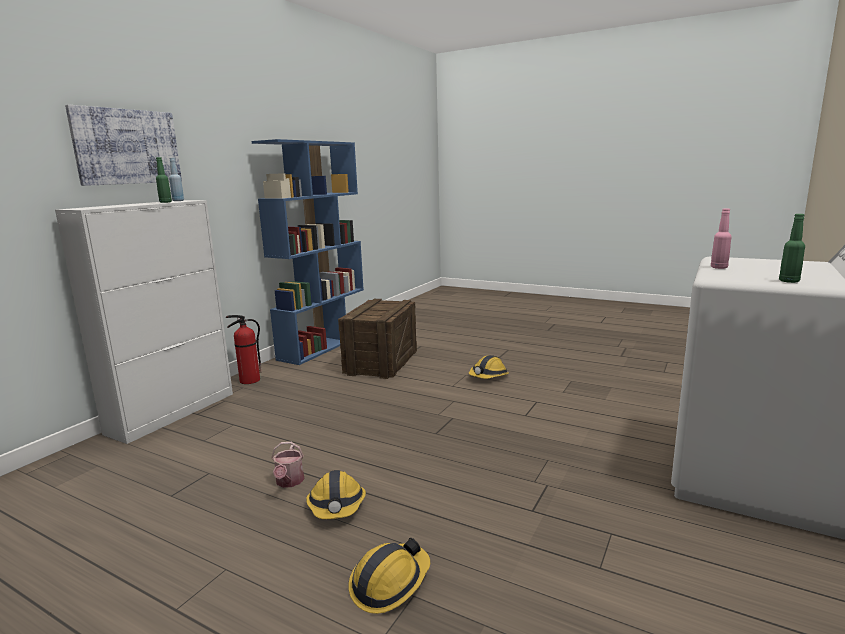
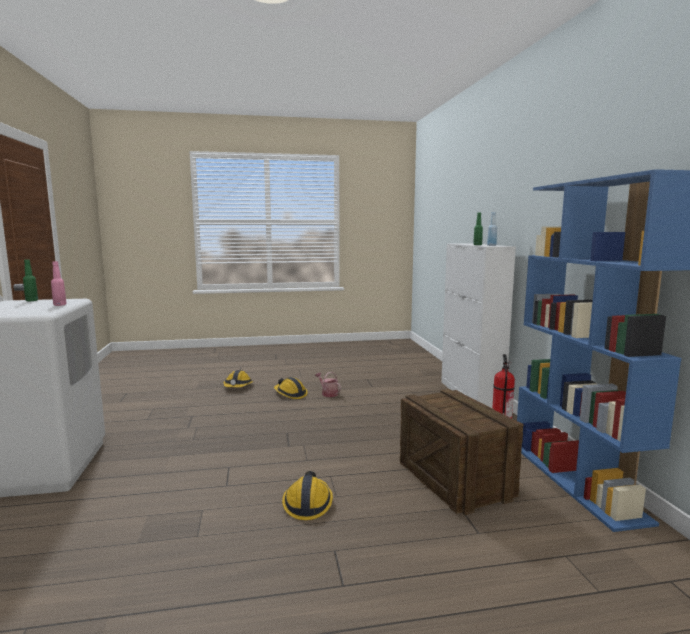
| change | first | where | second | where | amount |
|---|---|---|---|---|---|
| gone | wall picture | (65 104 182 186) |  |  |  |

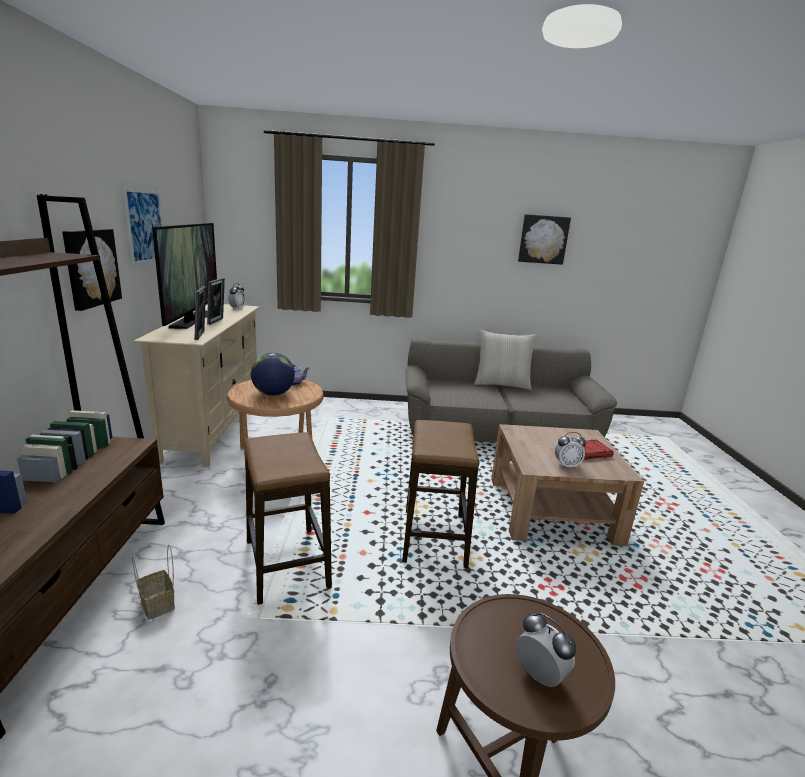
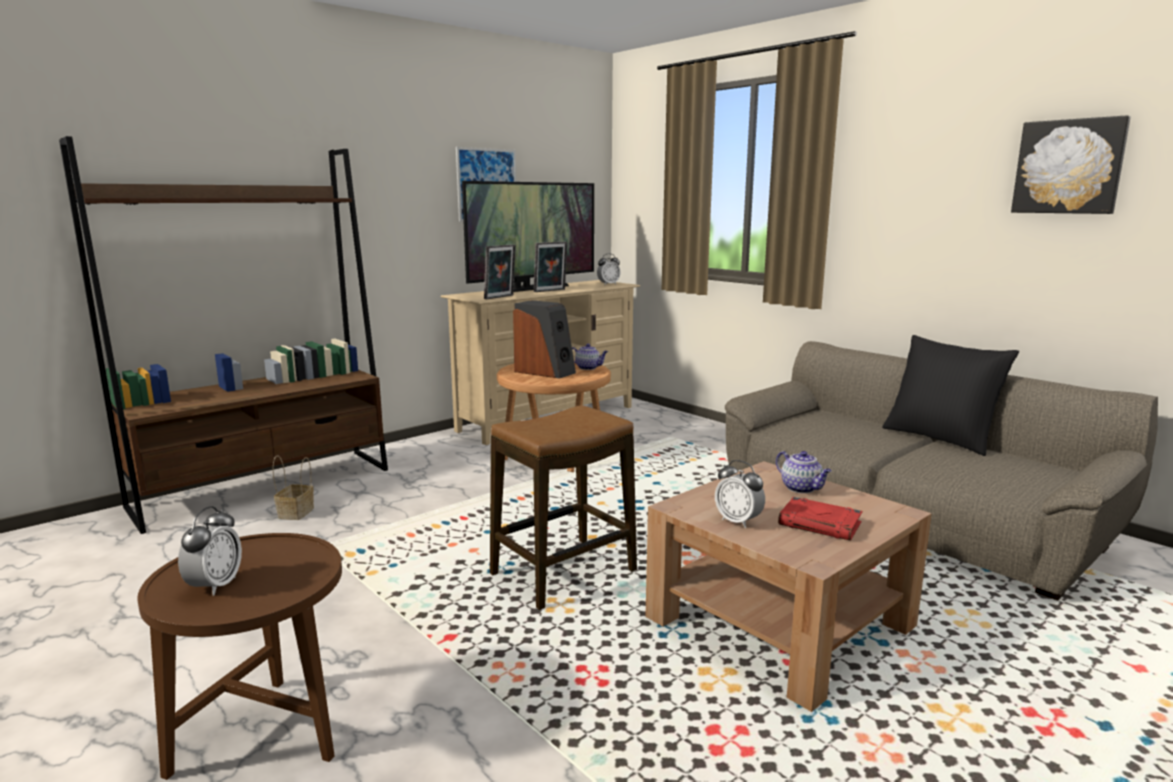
| change | first | where | second | where | amount |
|---|---|---|---|---|---|
| gone | wall picture | (62 229 122 311) |  |  |  |
| gone | sitting stool | (244 432 332 605) |  |  |  |
| new |  |  | teapot | (776 451 831 493) |  |
| swapped | world globe | (251 353 295 396) | speaker | (513 300 576 379) |  |
| repainted | cushion in beige-coloured | (474 330 536 390) | cushion in blackish | (882 335 1019 456) |  |

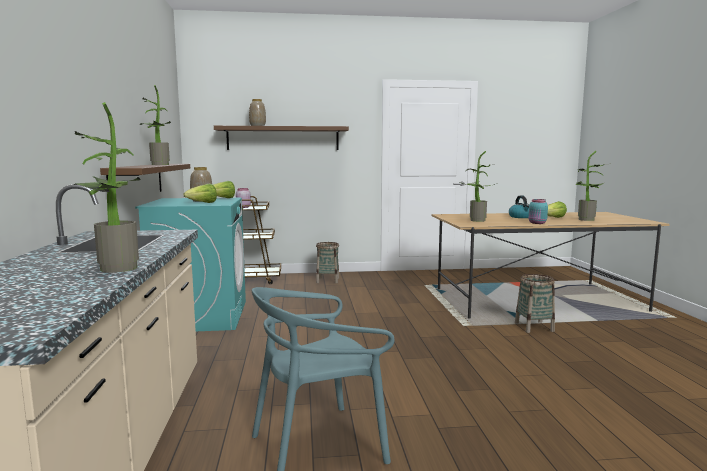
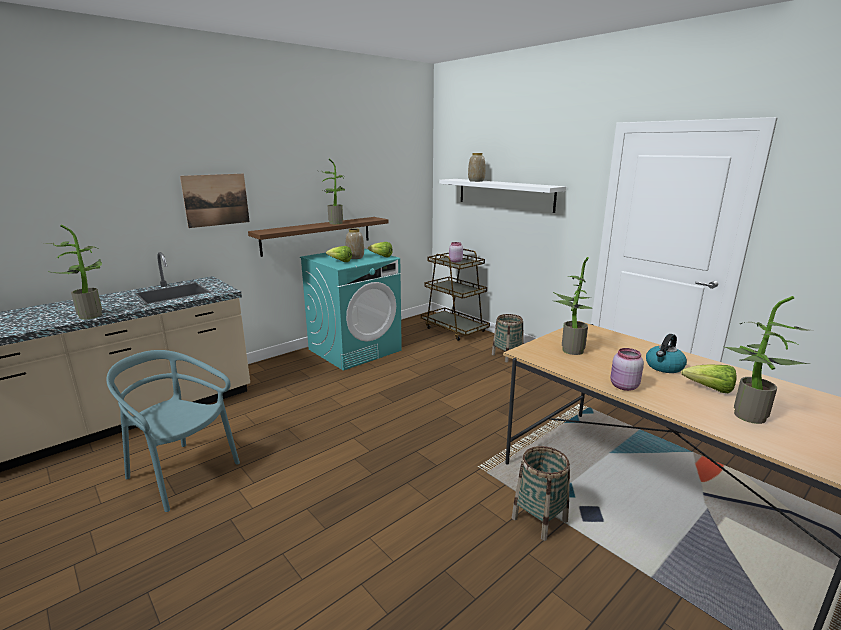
| change | first | where | second | where | amount |
|---|---|---|---|---|---|
| new |  |  | wall picture | (180 174 250 228) |  |
| repainted | bracket shelf in brownish | (214 126 349 150) | bracket shelf in white-coloured | (439 179 566 213) |  |
| repainted | storage jar in turquoise | (528 199 548 224) | storage jar in pink-coloured | (610 348 644 391) |  |

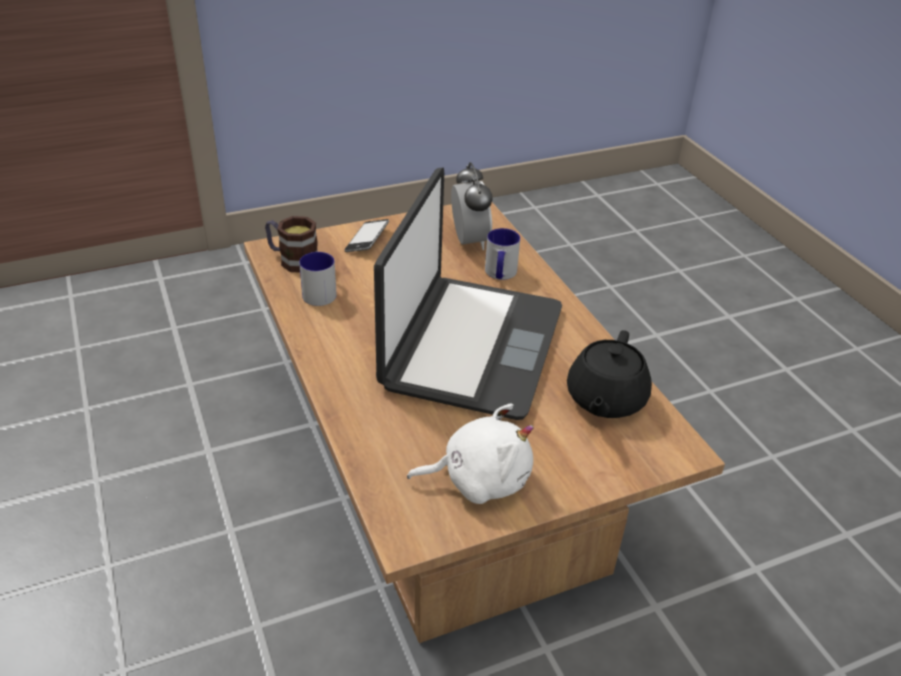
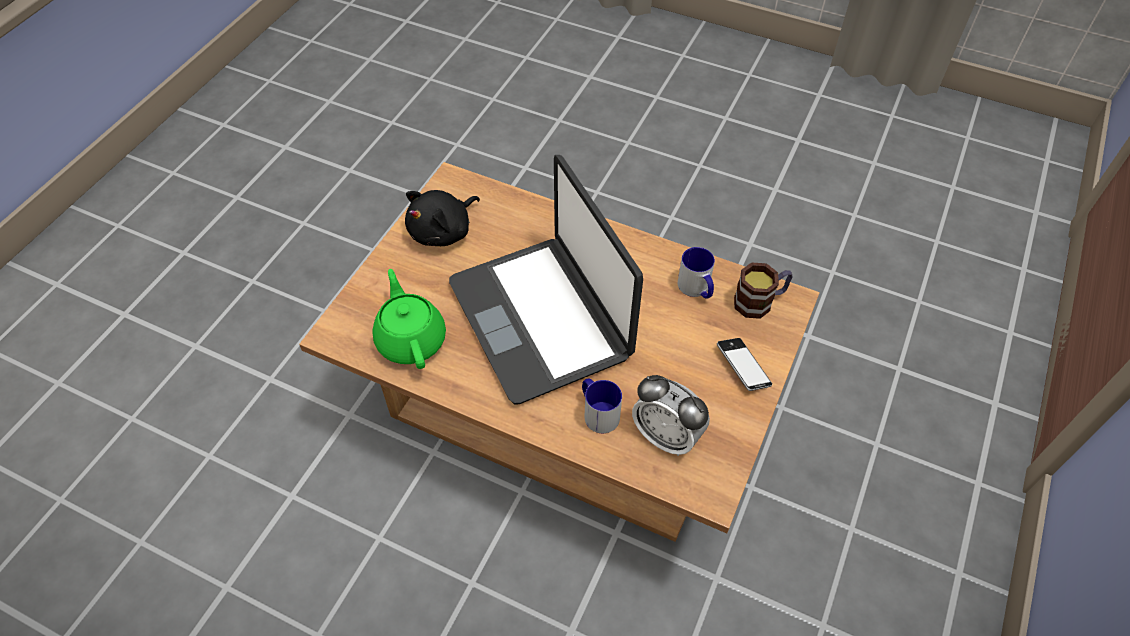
| change | first | where | second | where | amount |
|---|---|---|---|---|---|
| repainted | plush toy in white-coloured | (407 404 534 504) | plush toy in blackish | (405 190 480 246) |  |
| repainted | teapot in blackish | (567 330 652 418) | teapot in green-coloured | (372 269 446 369) |  |

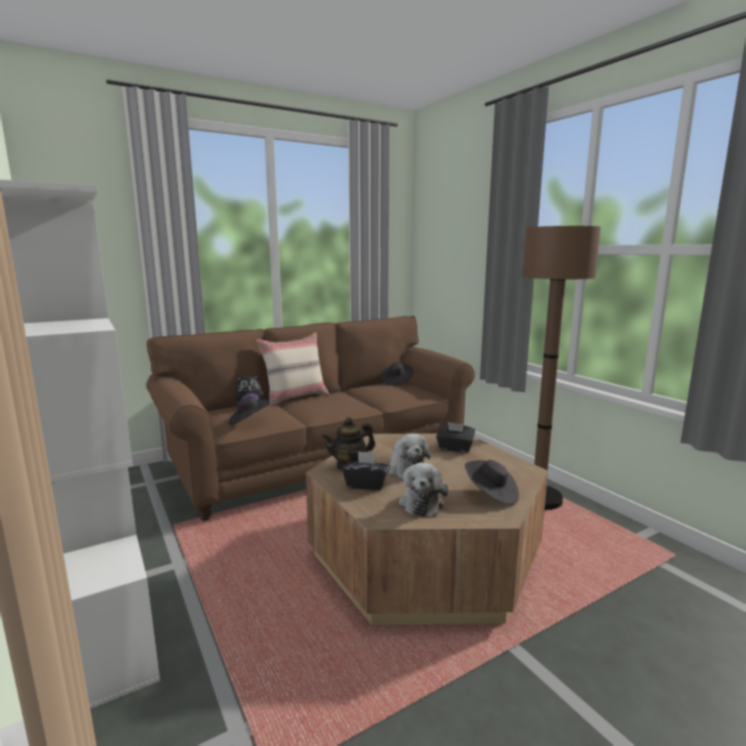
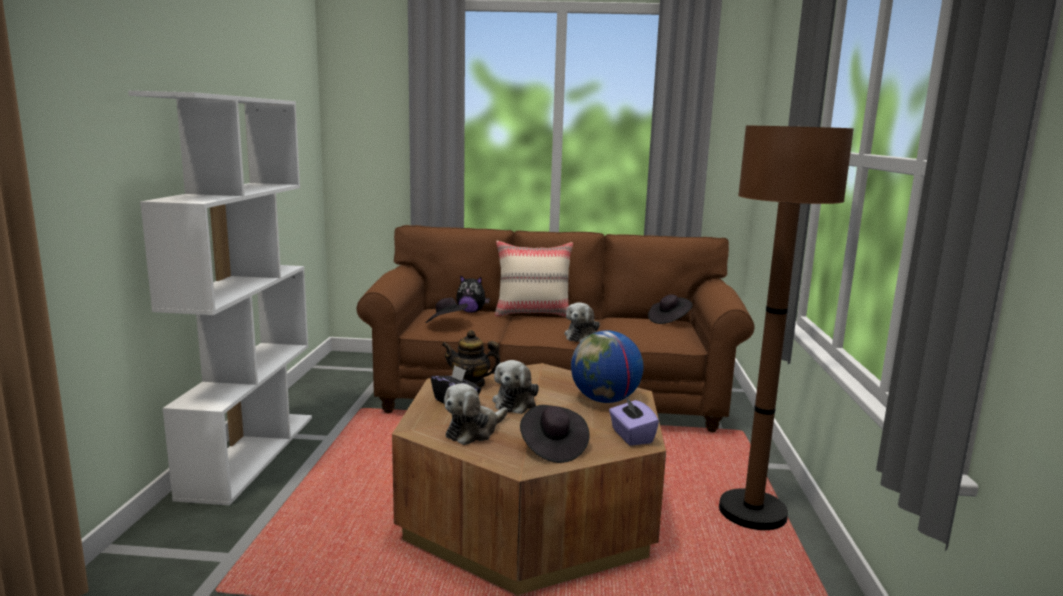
| change | first | where | second | where | amount |
|---|---|---|---|---|---|
| new |  |  | plush toy | (564 302 600 342) |  |
| new |  |  | box of tissues in purplish | (609 395 659 446) |  |
| swapped | box of tissues in blackish | (436 422 476 453) | world globe | (571 330 643 403) |  |

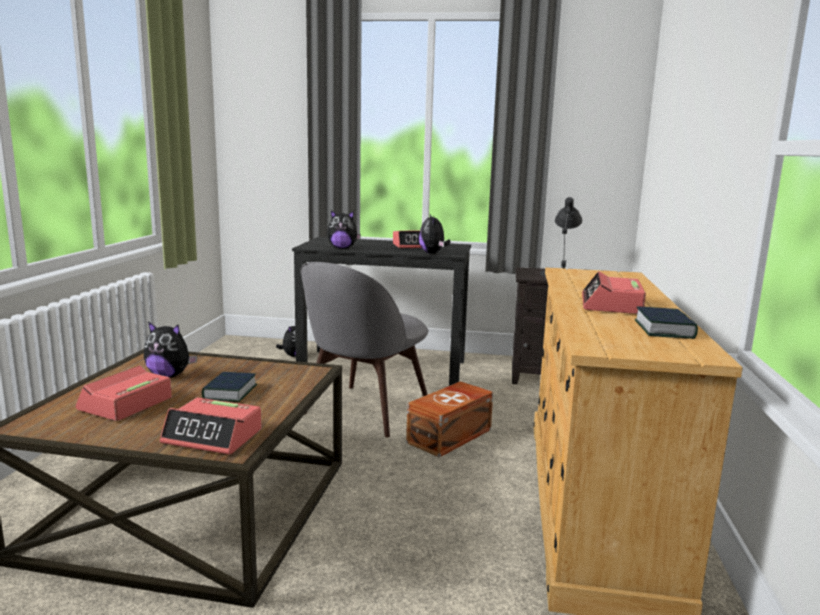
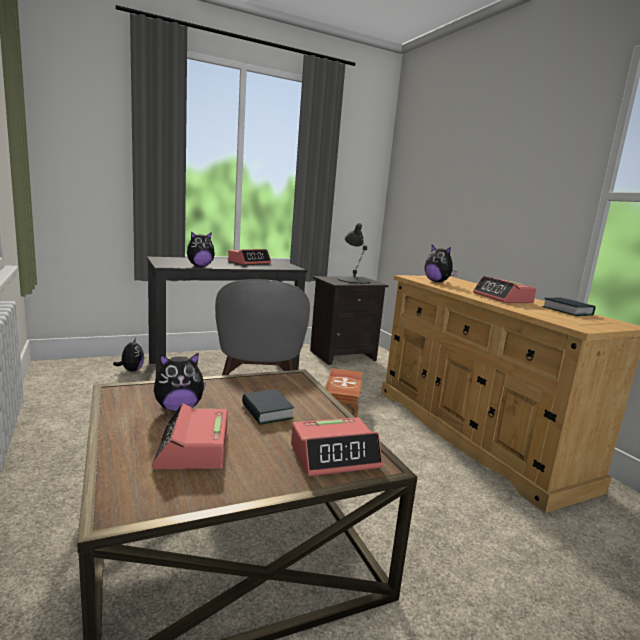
| change | first | where | second | where | amount |
|---|---|---|---|---|---|
| shifted | plush toy | (419 214 451 253) |  | (424 245 458 282) |  |

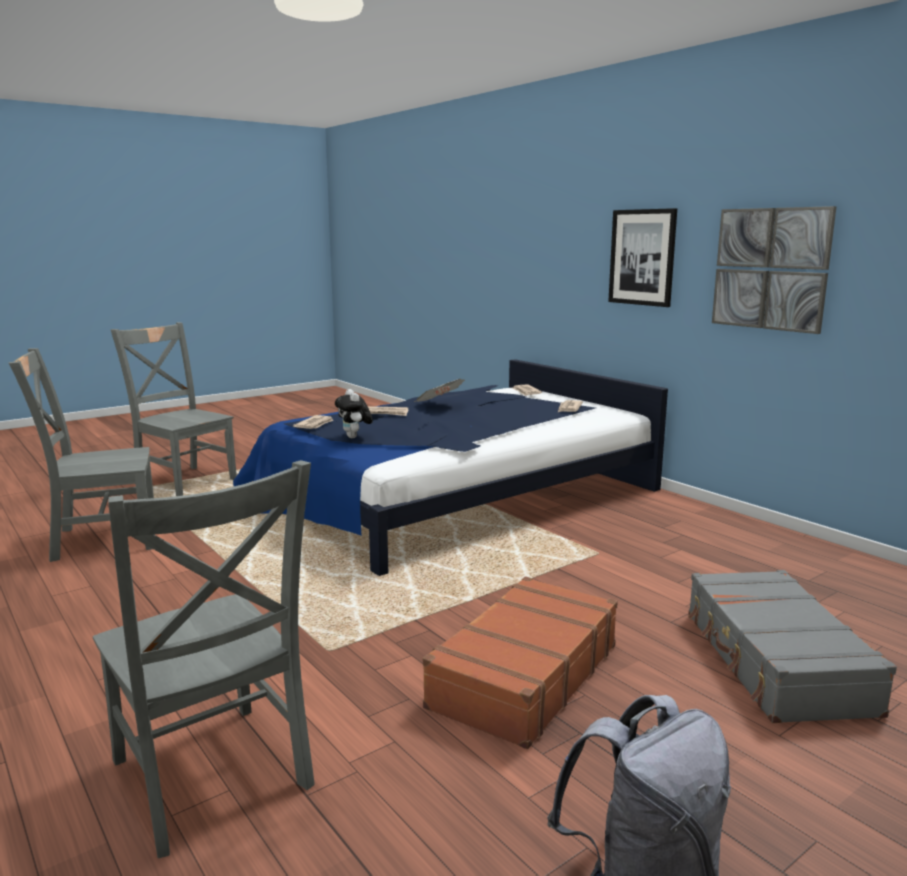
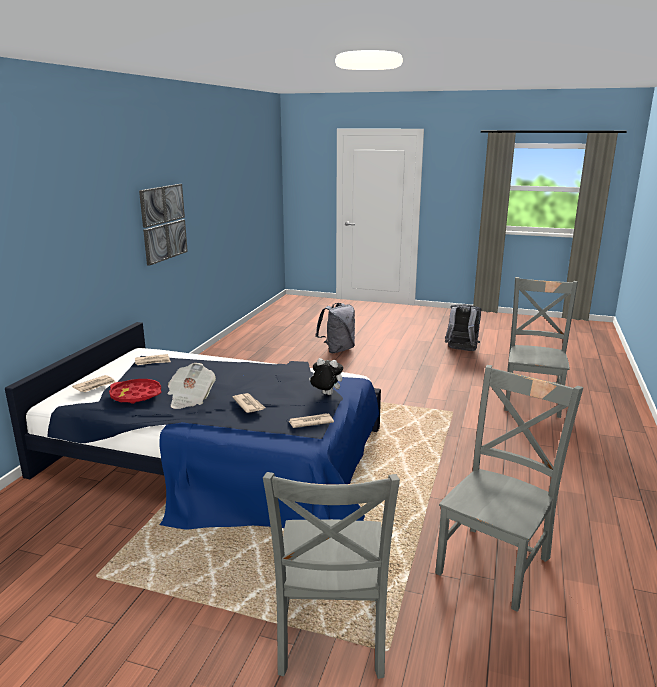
| change | first | where | second | where | amount |
|---|---|---|---|---|---|
| gone | suitcase in brownish | (423 577 618 749) |  |  |  |
| gone | wall picture | (608 208 677 307) |  |  |  |
| new |  |  | tray in reddish | (109 379 161 404) |  |
| swapped | suitcase in greyish | (688 570 897 723) | rucksack in greyish | (315 303 355 353) |  |
| rotated | plain chair in greyish | (8 348 154 562) |  | (435 365 583 612) | 90 degrees counterclockwise |
| rotated | plush toy | (335 389 373 438) |  | (309 358 343 395) | 105 degrees counterclockwise |

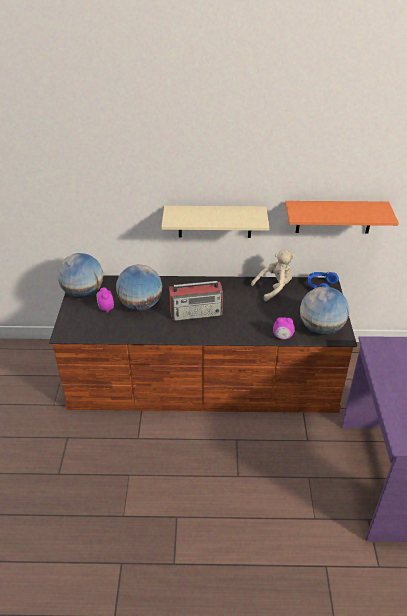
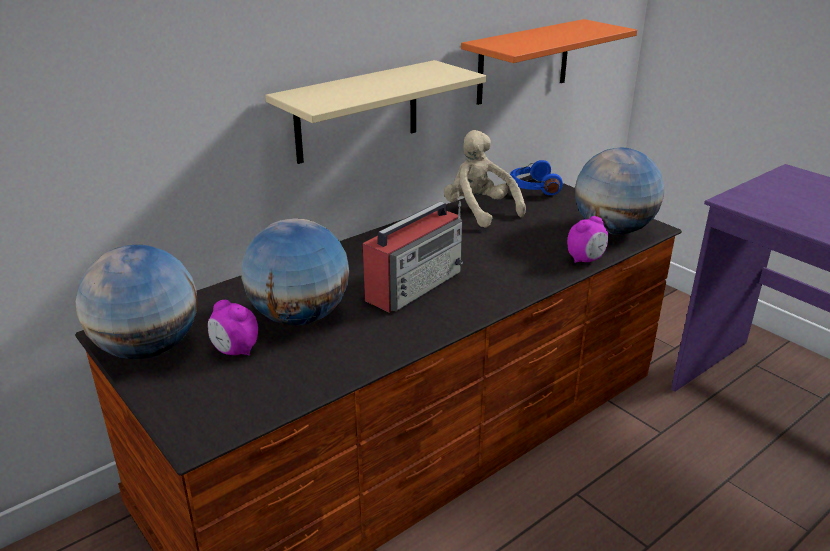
| change | first | where | second | where | amount |
|---|---|---|---|---|---|
| rotated | plush toy in beige-coloured | (251 250 294 301) |  | (444 130 526 228) | 60 degrees counterclockwise |

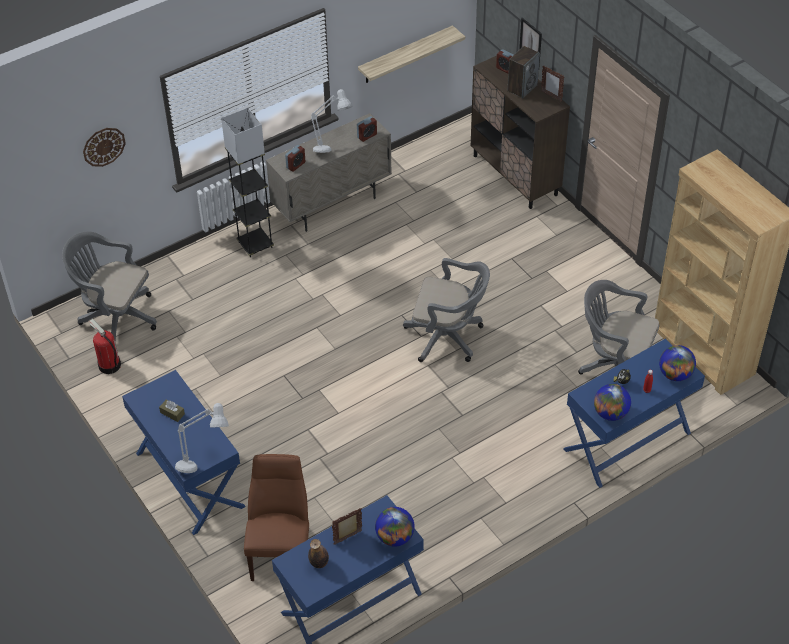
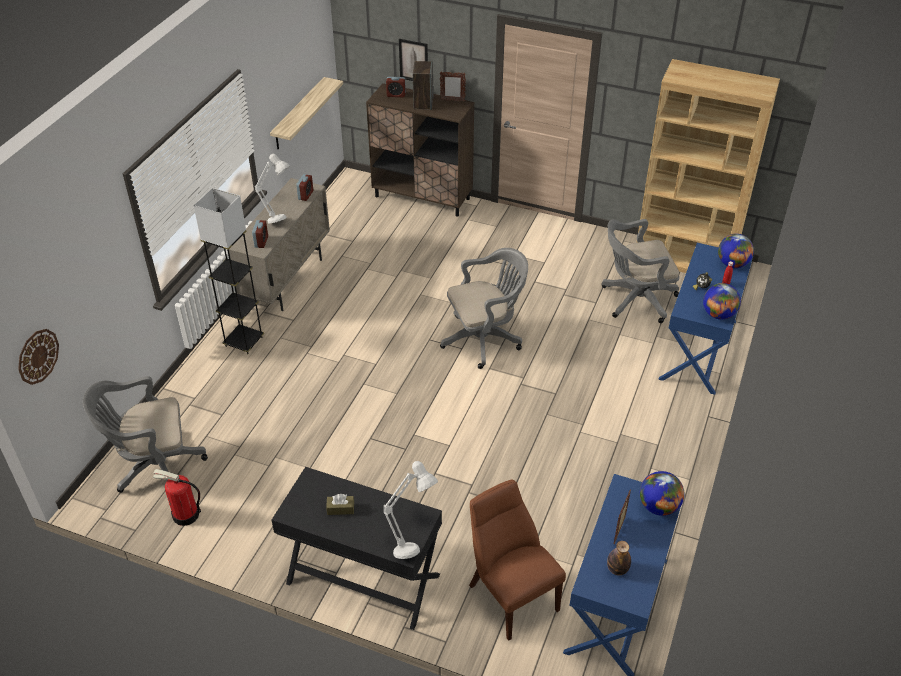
| change | first | where | second | where | amount |
|---|---|---|---|---|---|
| shifted | wall clock | (83 128 126 167) |  | (18 329 59 385) |  |
| repainted | desk unit in blue | (122 370 246 535) | desk unit in blackish | (271 467 442 630) |  |

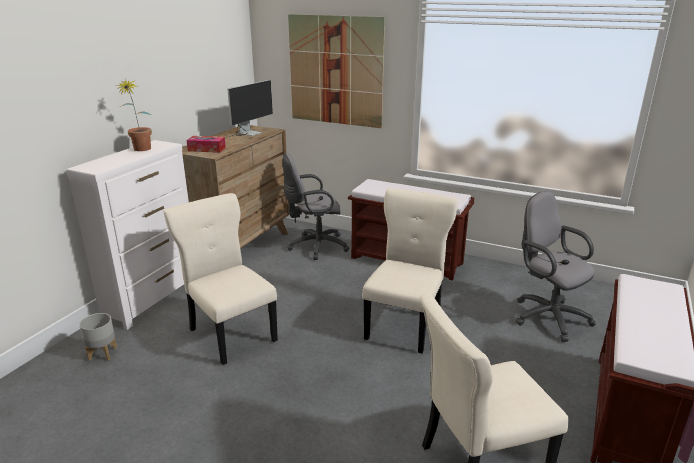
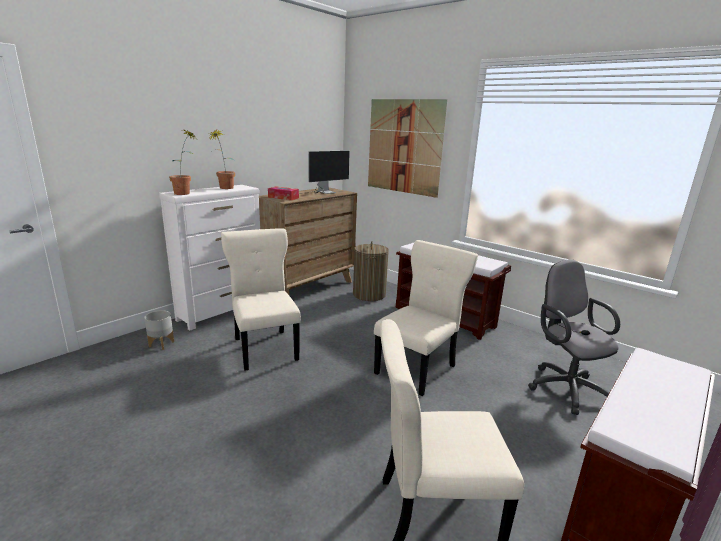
| change | first | where | second | where | amount |
|---|---|---|---|---|---|
| new |  |  | houseplant | (169 129 196 195) |  |
| swapped | desk chair in greyish | (283 153 350 260) | hamper | (353 241 389 301) |  |

